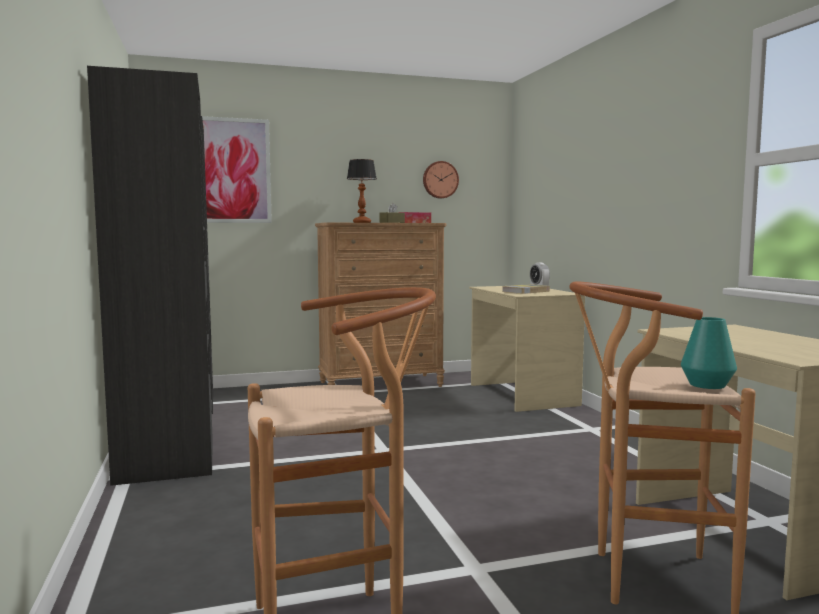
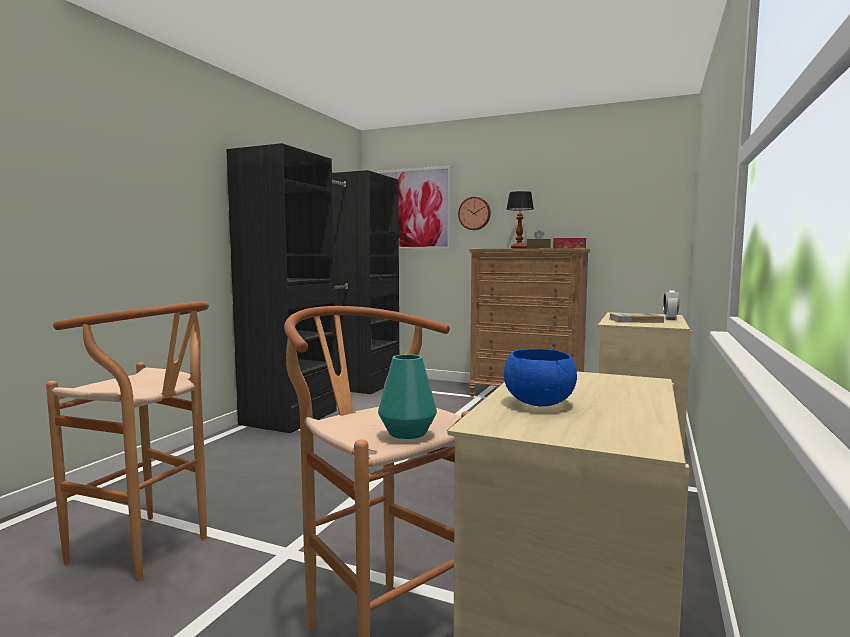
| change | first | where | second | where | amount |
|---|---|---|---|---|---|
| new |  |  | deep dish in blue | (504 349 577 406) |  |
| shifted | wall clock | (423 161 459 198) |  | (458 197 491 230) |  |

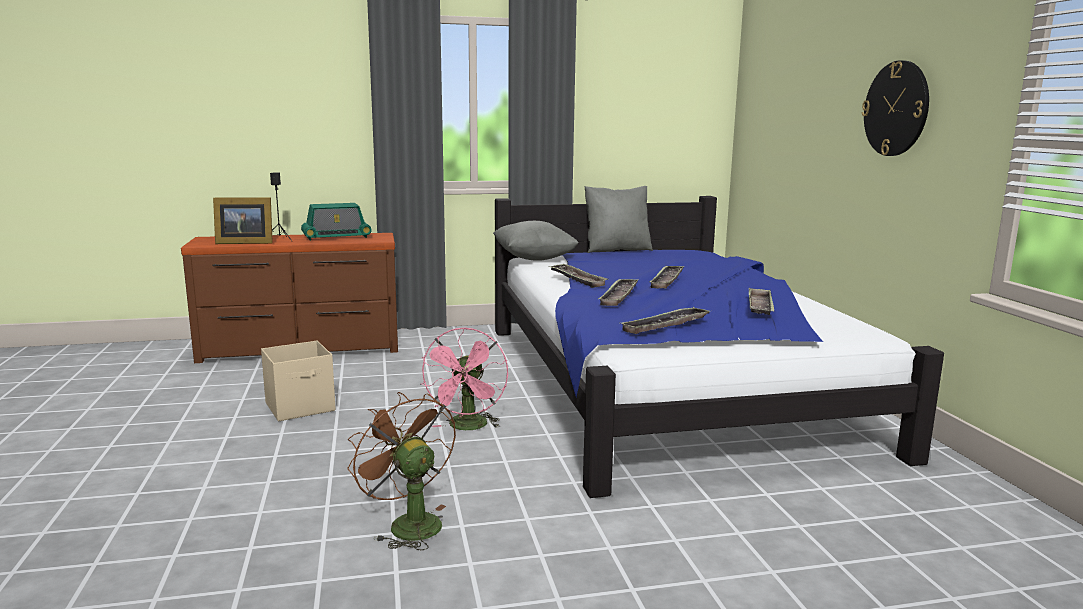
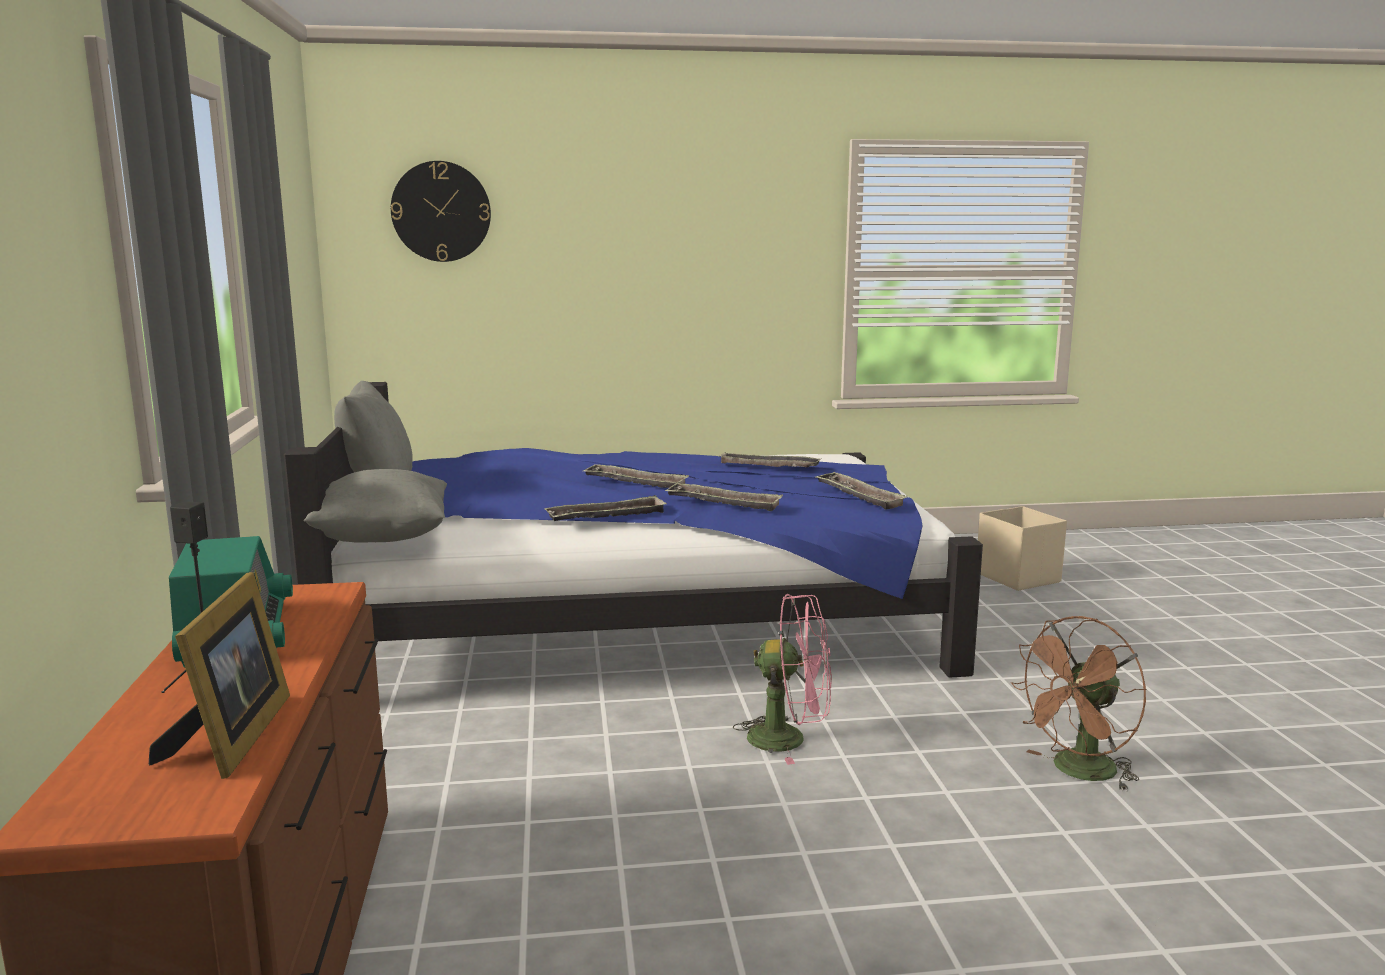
| change | first | where | second | where | amount |
|---|---|---|---|---|---|
| shifted | storage container in beige-coloured | (261 340 336 421) |  | (978 506 1067 591) |  |
| shifted | wall clock | (862 60 929 156) |  | (391 161 491 262) |  |

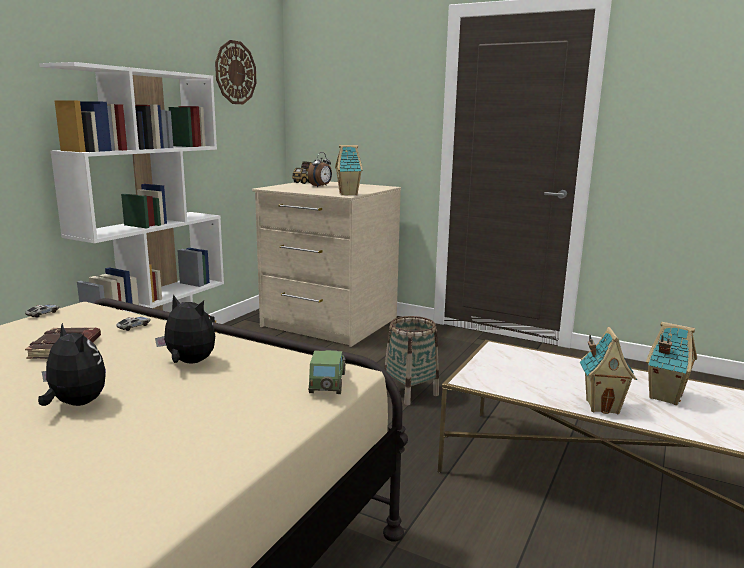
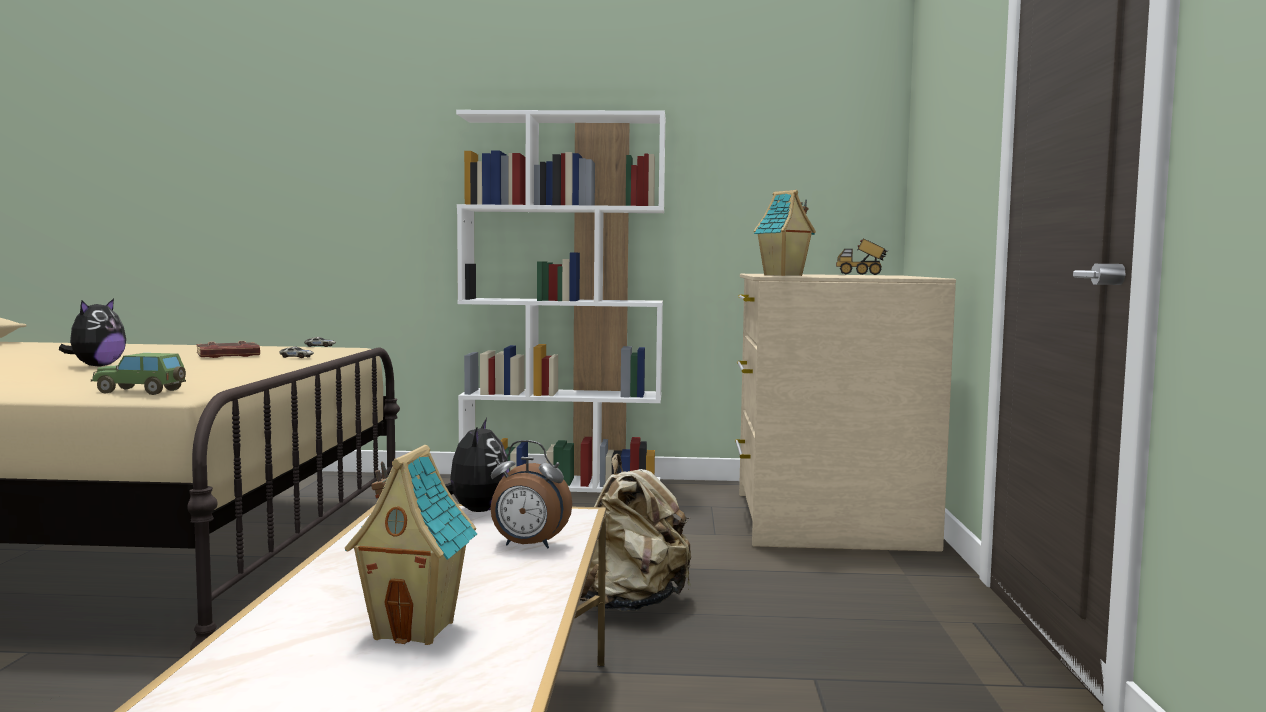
| change | first | where | second | where | amount |
|---|---|---|---|---|---|
| gone | wall clock | (215 40 256 104) |  |  |  |
| gone | miniature house | (580 327 637 414) |  |  |  |
| shifted | plush toy | (155 294 215 363) |  | (445 418 509 512) |  |
| shifted | table clock | (308 152 332 187) |  | (490 440 572 549) |  |
| swapped | basket | (384 316 439 405) | rucksack in beige-coloured | (580 454 691 612) |  |
| rotated | toy car | (308 350 346 394) |  | (91 353 186 395) | 150 degrees counterclockwise |

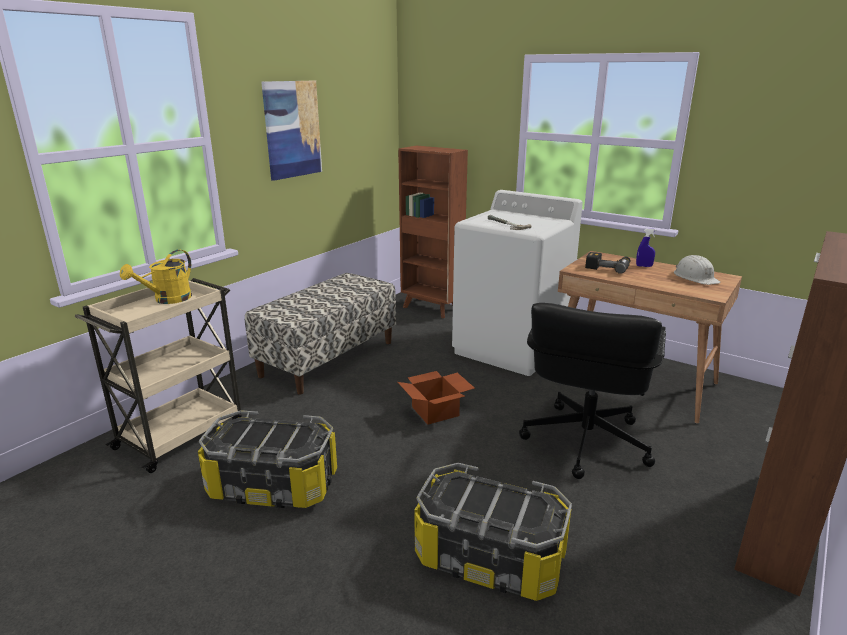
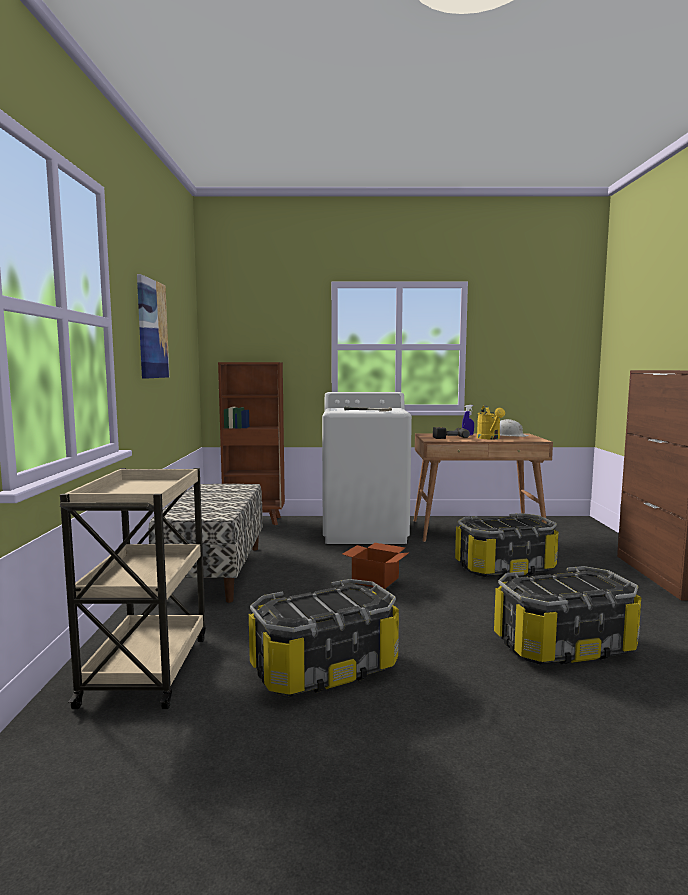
| change | first | where | second | where | amount |
|---|---|---|---|---|---|
| shifted | sprinkling can in yellow | (120 249 192 304) |  | (477 406 505 439) |  |
| swapped | desk chair in blackish | (519 303 666 479) | storage container | (455 513 559 577) |  |

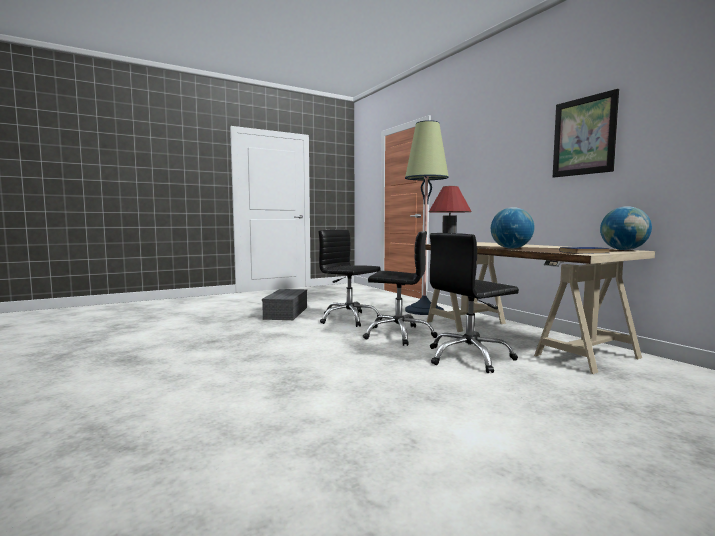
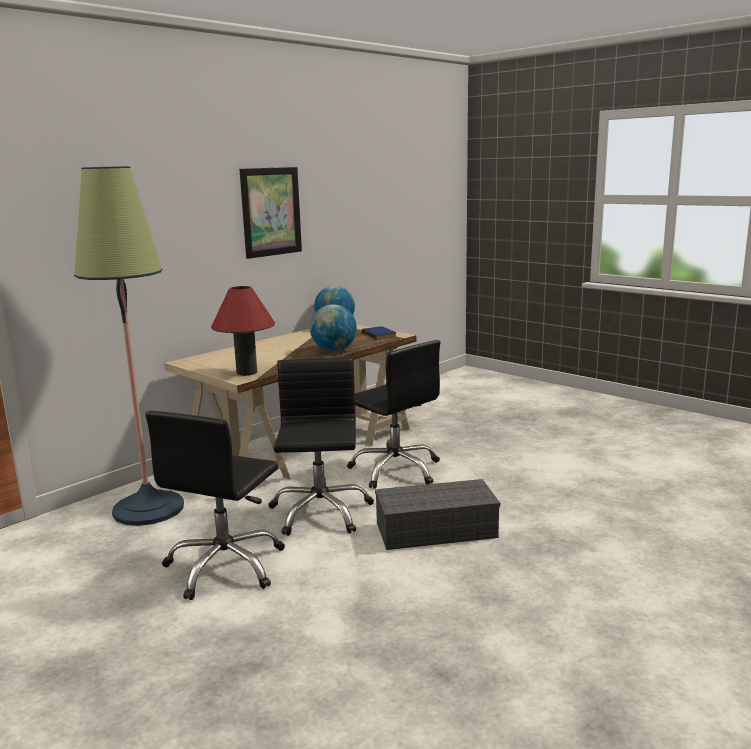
| change | first | where | second | where | amount |
|---|---|---|---|---|---|
| shifted | storage container in greyish | (262 289 307 320) |  | (375 479 500 550) |  |

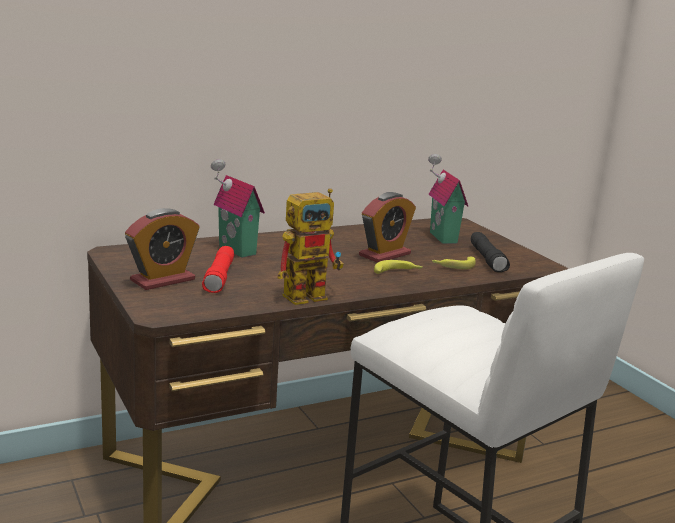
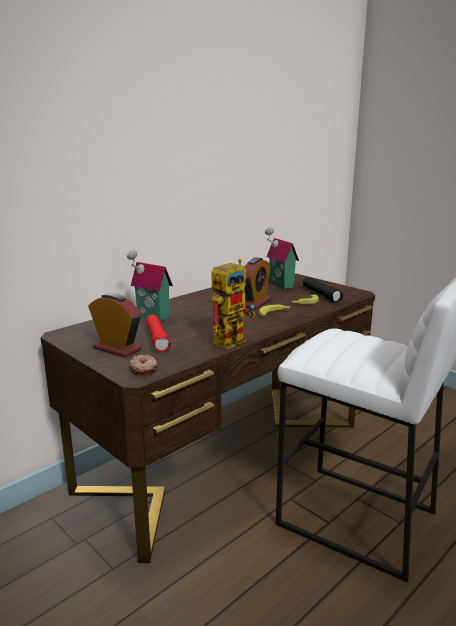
| change | first | where | second | where | amount |
|---|---|---|---|---|---|
| new |  |  | donut | (129 355 158 376) |  |
| rotated | table clock | (125 208 199 290) |  | (89 293 142 358) | 90 degrees counterclockwise |

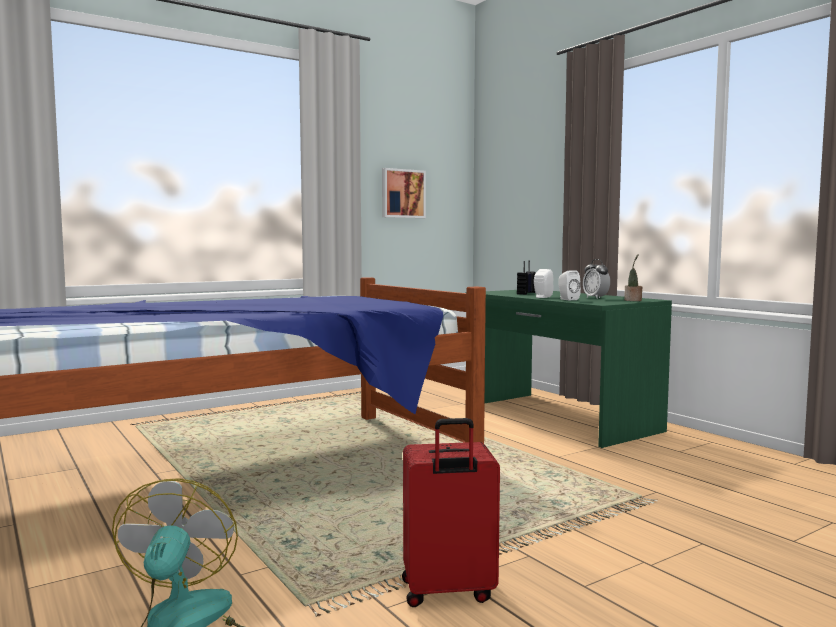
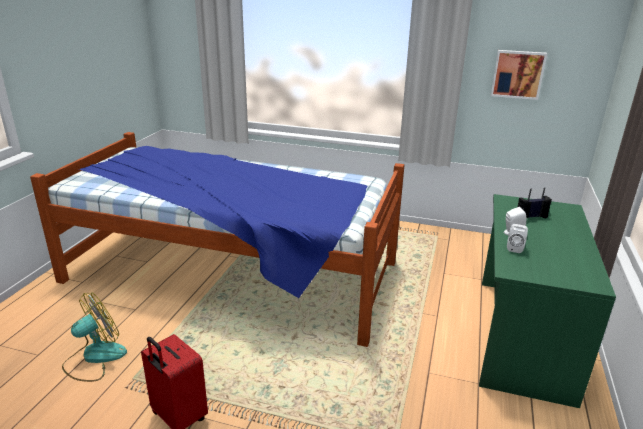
| change | first | where | second | where | amount |
|---|---|---|---|---|---|
| gone | table clock | (583 259 610 299) |  |  |  |
| gone | houseplant | (624 254 643 301) |  |  |  |

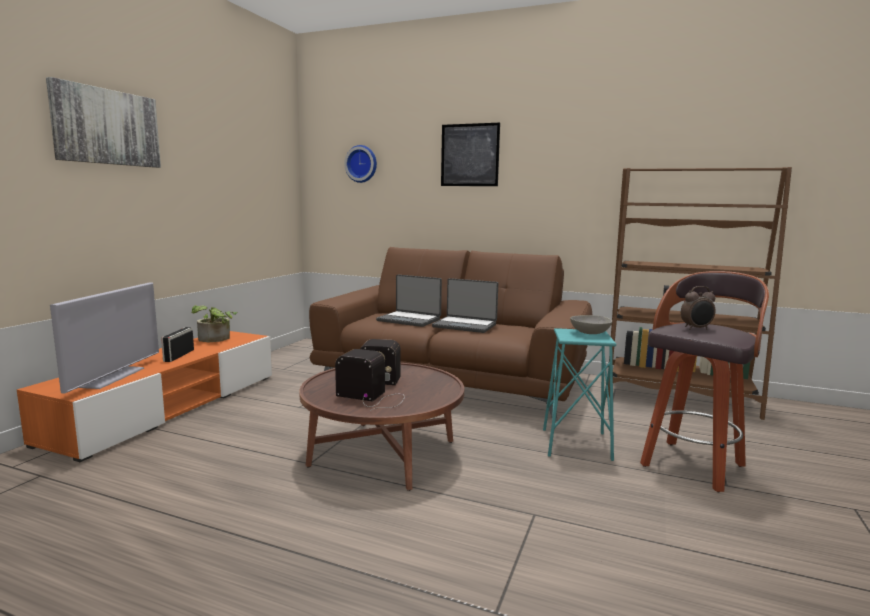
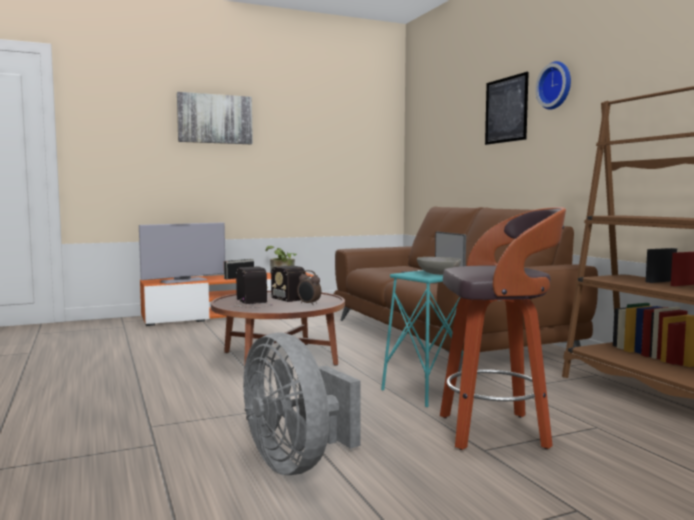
| change | first | where | second | where | amount |
|---|---|---|---|---|---|
| gone | portable computer | (376 275 442 327) |  |  |  |
| new |  |  | cooling fan in greyish | (243 333 361 475) |  |
| shifted | wall clock | (344 145 377 183) |  | (535 61 571 110) |  |
| shifted | table clock | (681 286 716 330) |  | (297 270 321 305) |  |

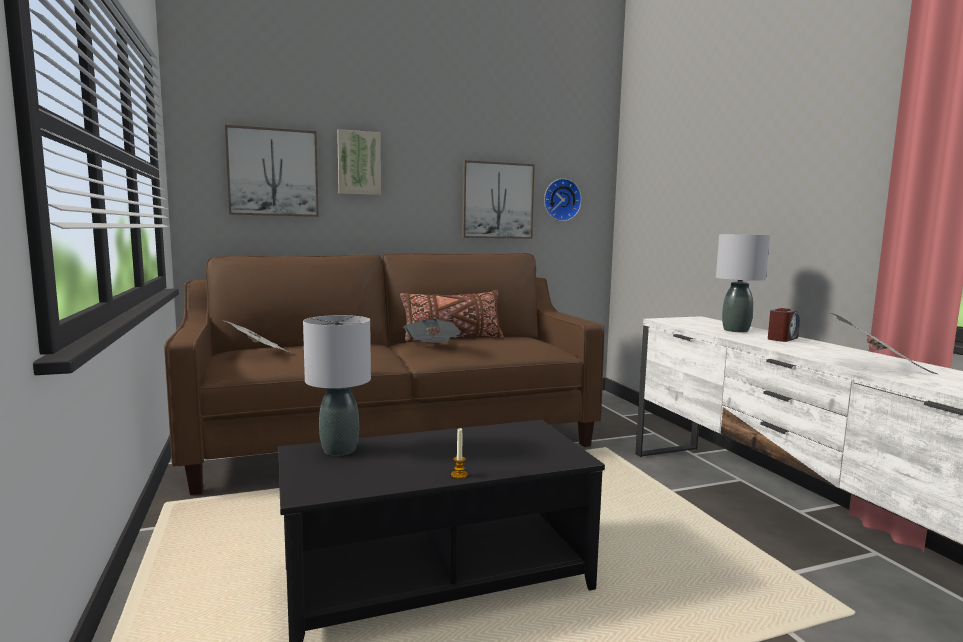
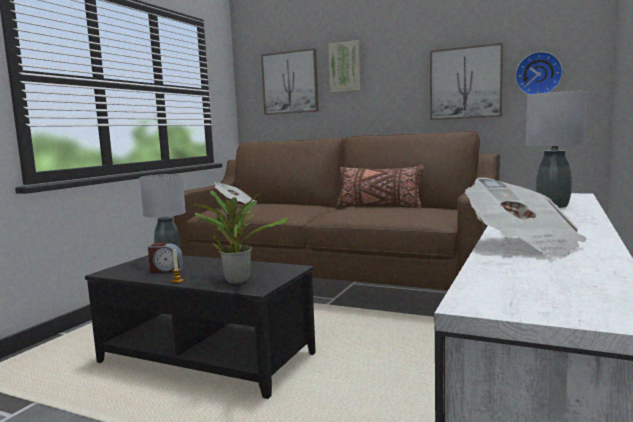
| change | first | where | second | where | amount |
|---|---|---|---|---|---|
| gone | printed paper | (403 319 461 343) |  |  |  |
| new |  |  | houseplant | (193 190 289 284) |  |
| shifted | table clock | (768 308 800 342) |  | (148 243 184 273) |  |

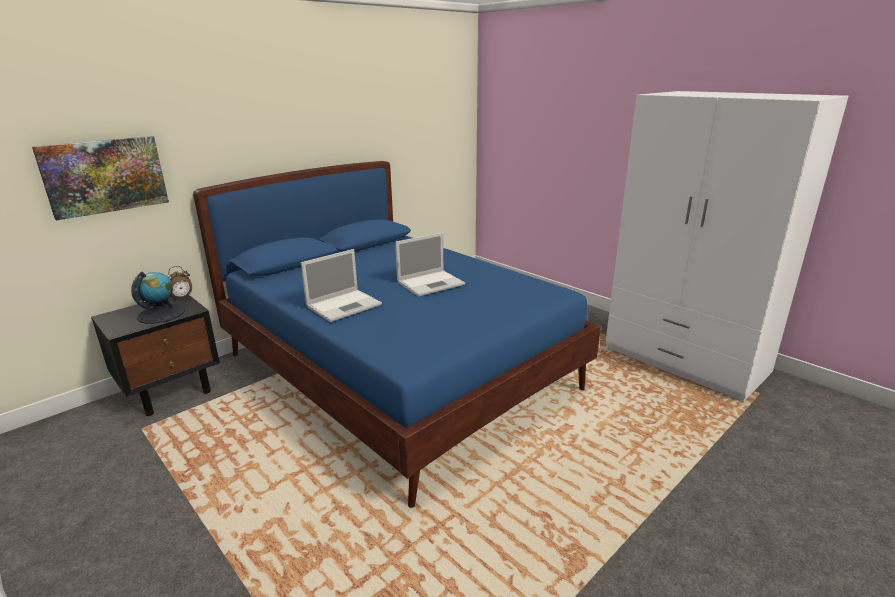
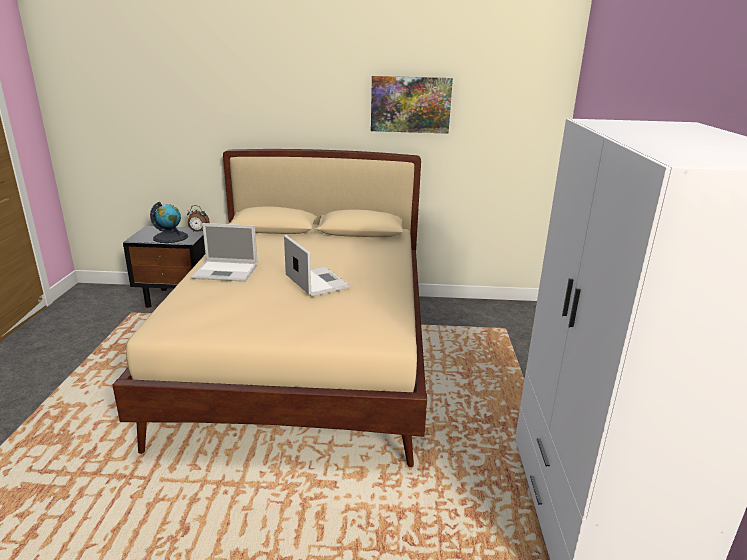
| change | first | where | second | where | amount |
|---|---|---|---|---|---|
| shifted | wall picture | (32 136 169 220) |  | (371 76 453 134) |  |
| repainted | bed in blue | (193 161 601 508) | bed in beige-coloured | (112 149 427 467) |  |
| rotated | portable computer | (395 233 465 297) |  | (284 235 350 297) | 135 degrees counterclockwise |

